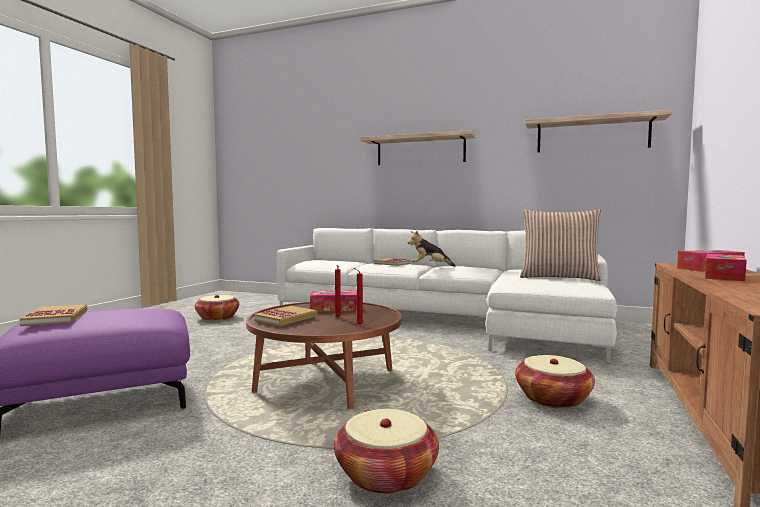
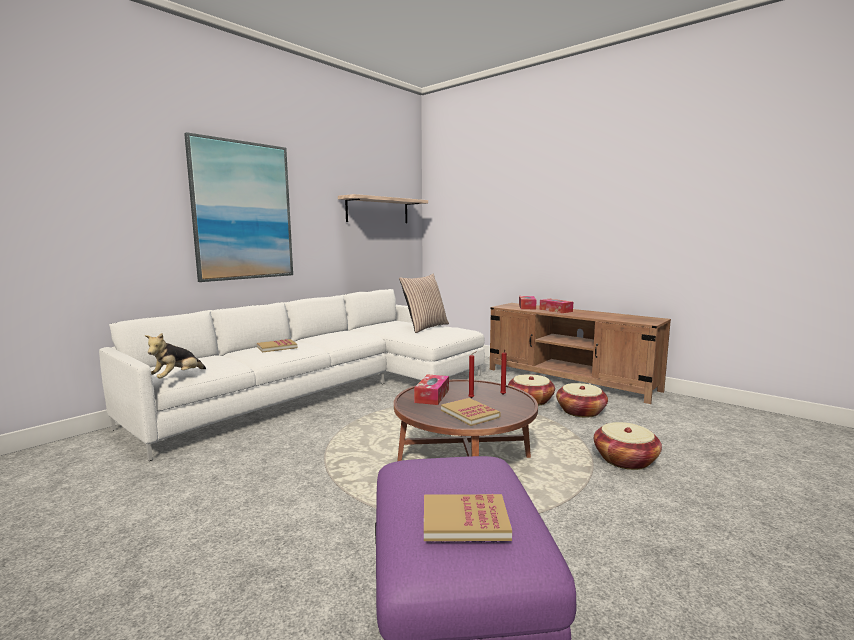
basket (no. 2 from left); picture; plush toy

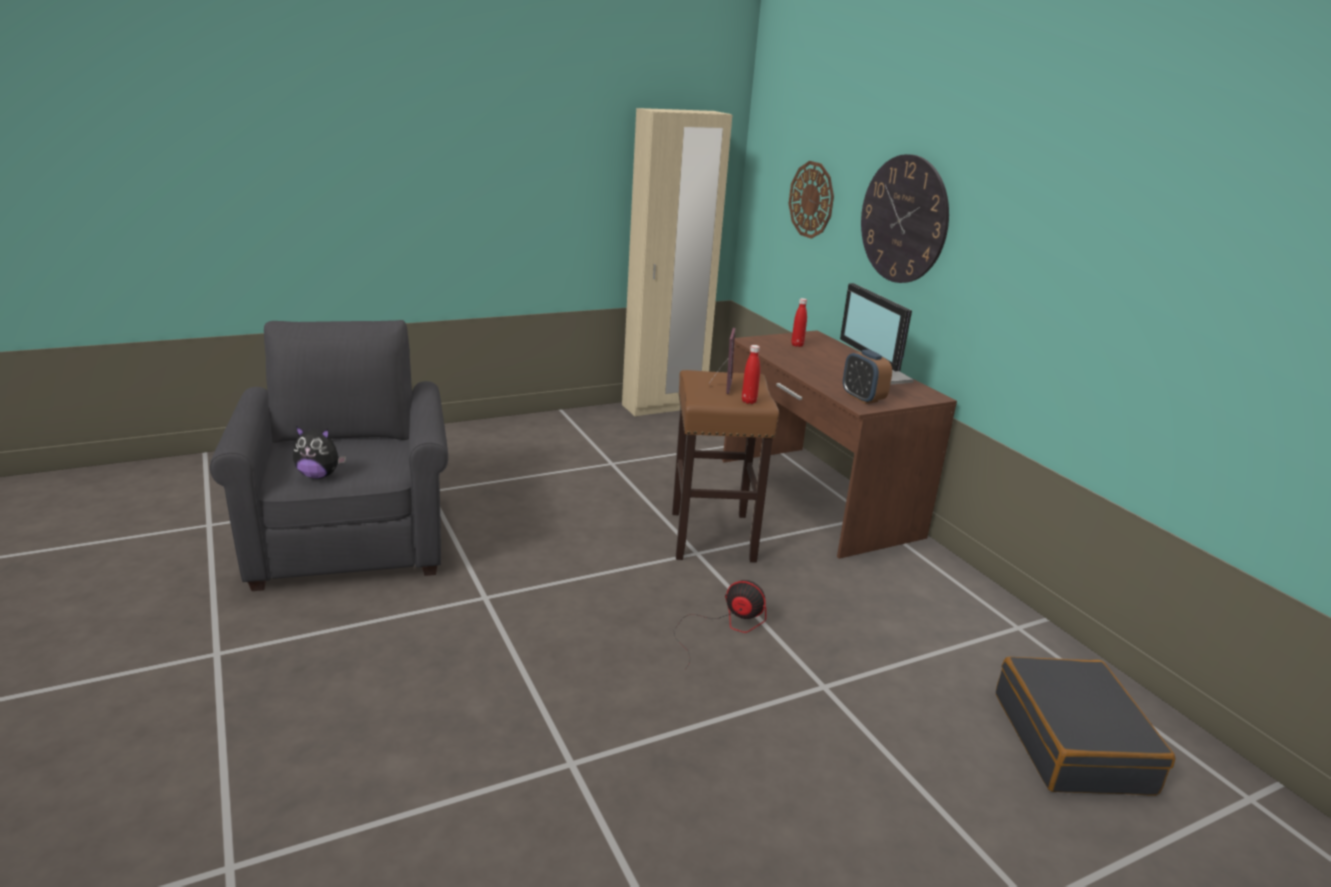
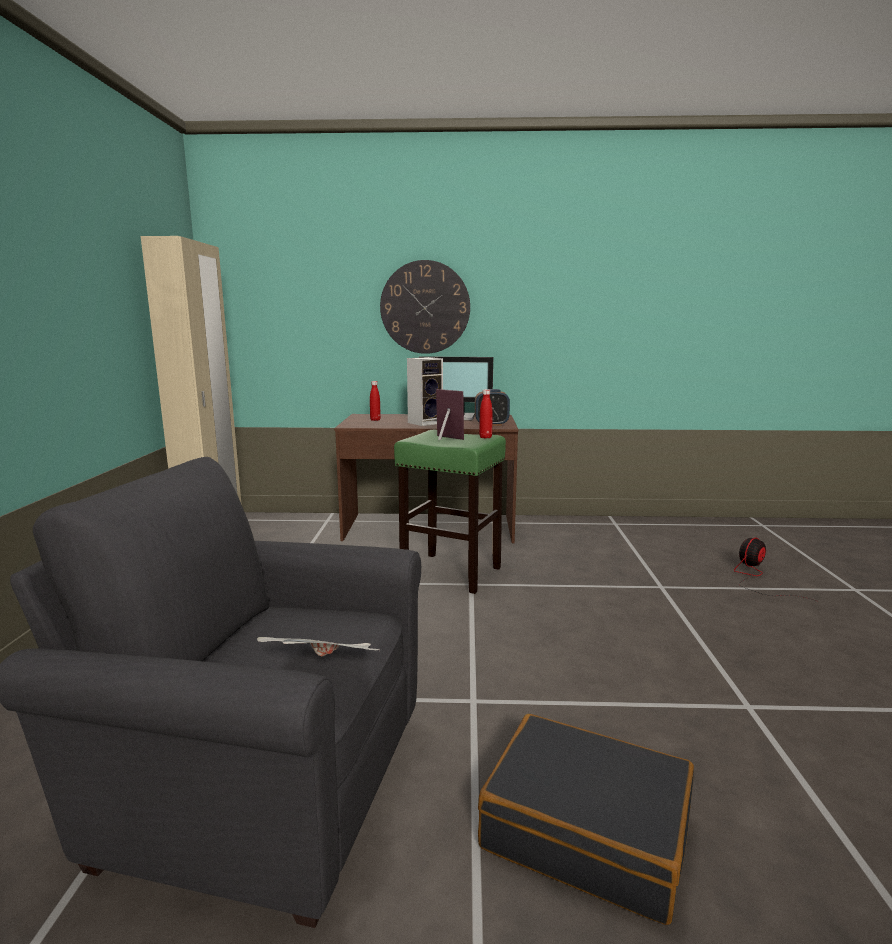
newspaper; green stool; fan; wall clock (no. 1 from left in the first image); black suitcase; speaker

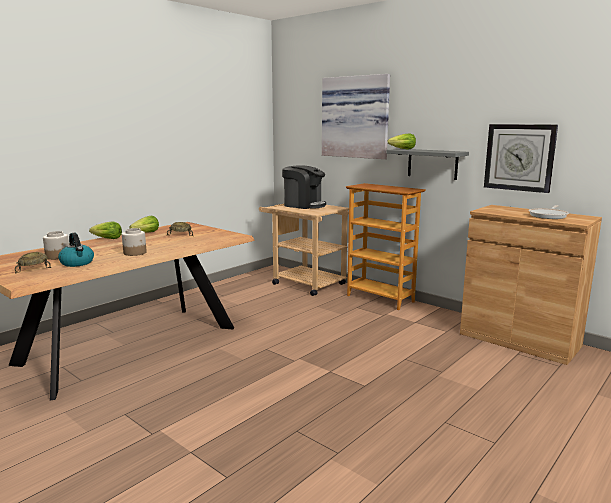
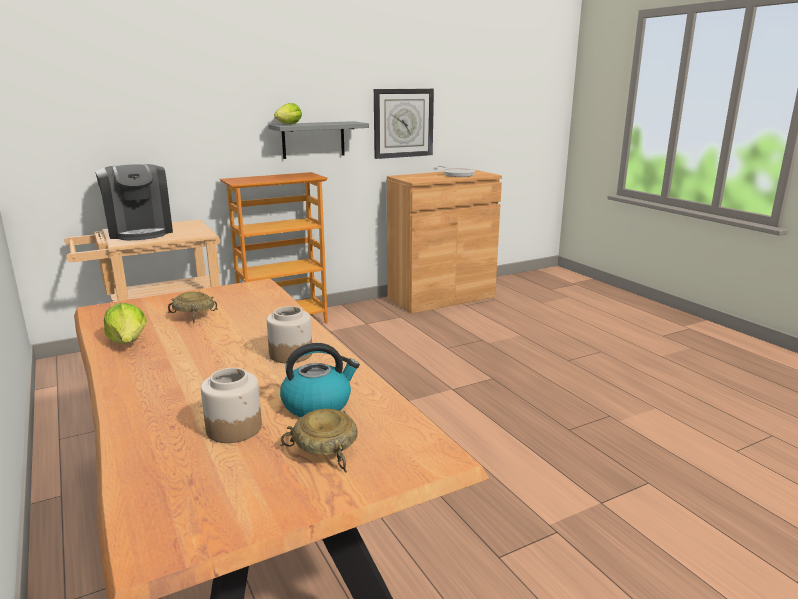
lettuce (no. 1 from left in the first image); coffee machine; picture

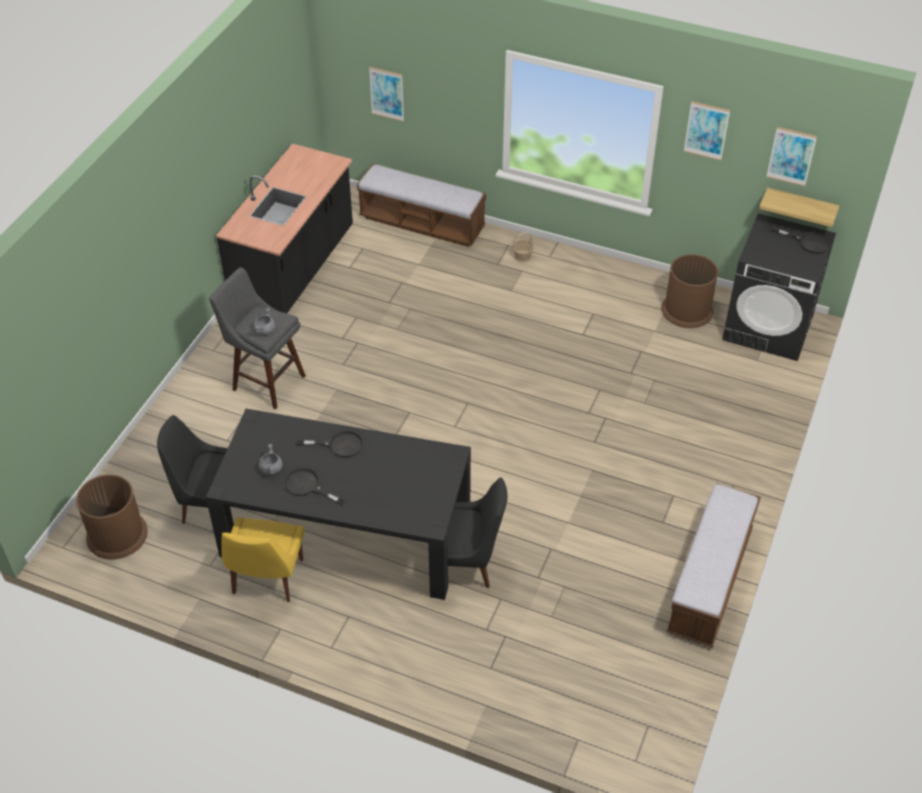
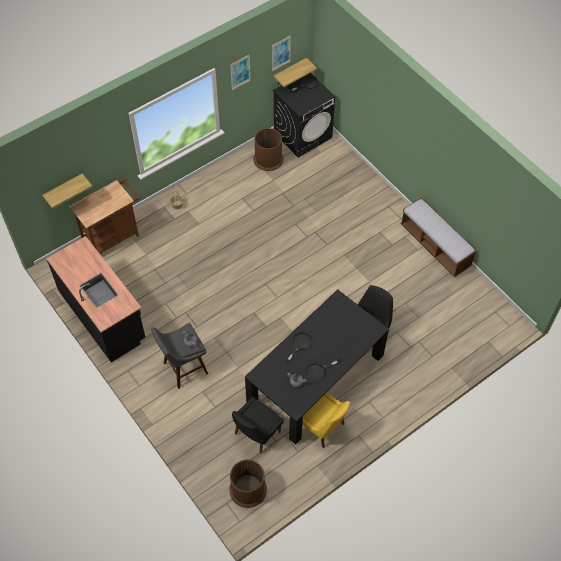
brown cart; shelf (no. 1 from left)

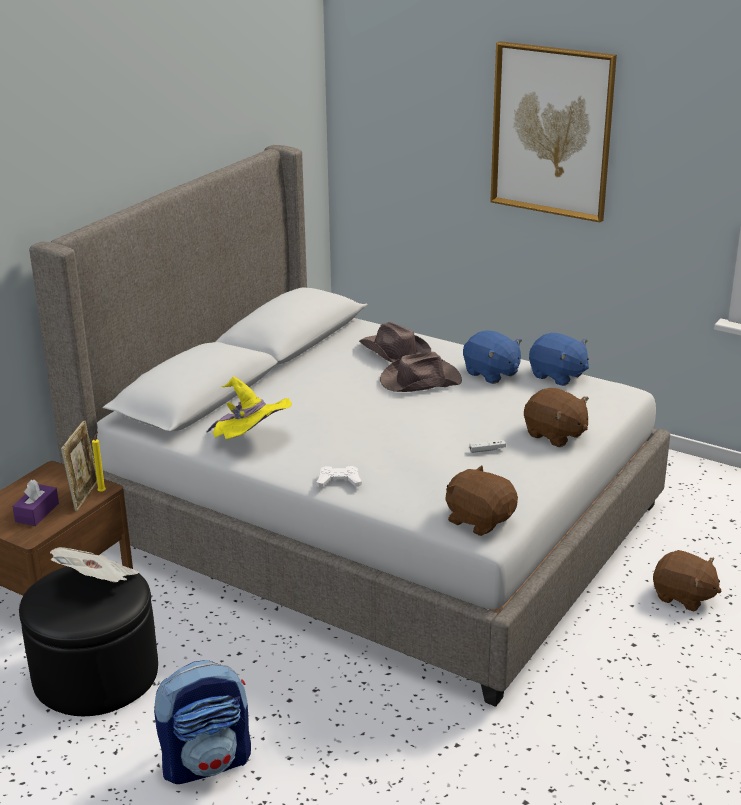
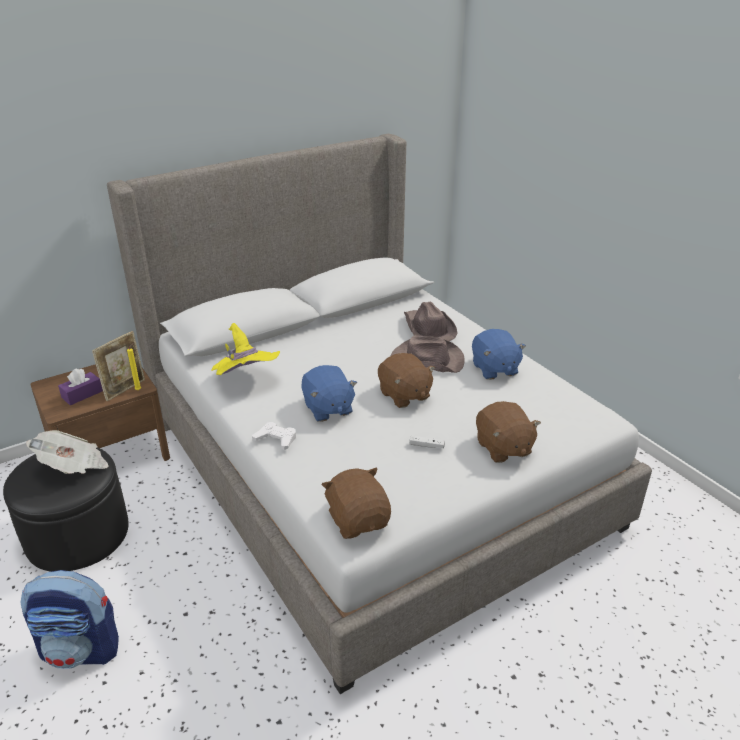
picture; blue plush toy (no. 1 from left); brown plush toy (no. 2 from left)

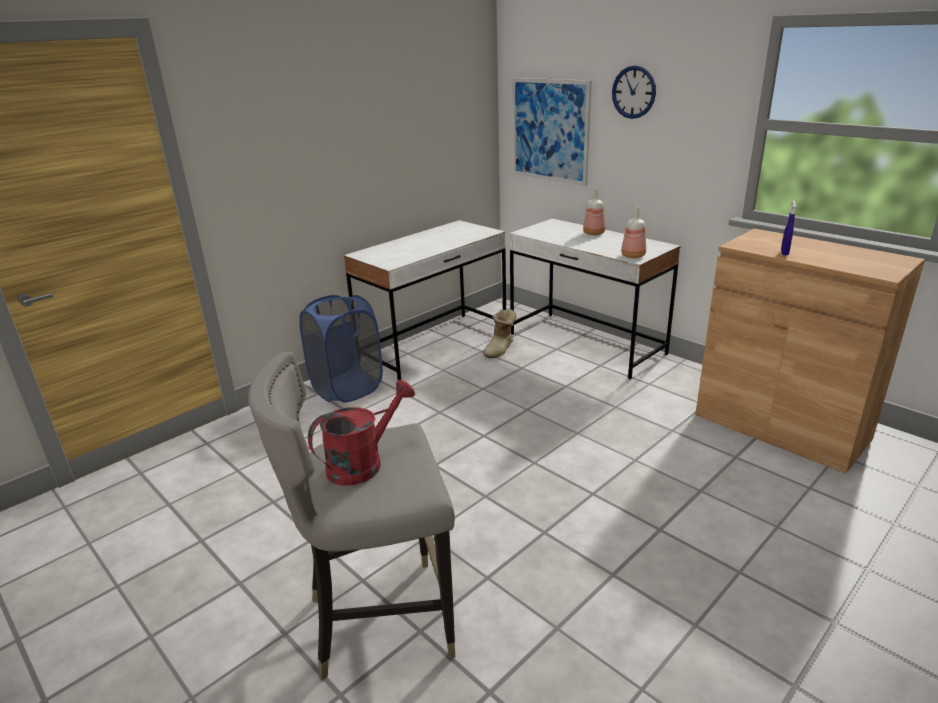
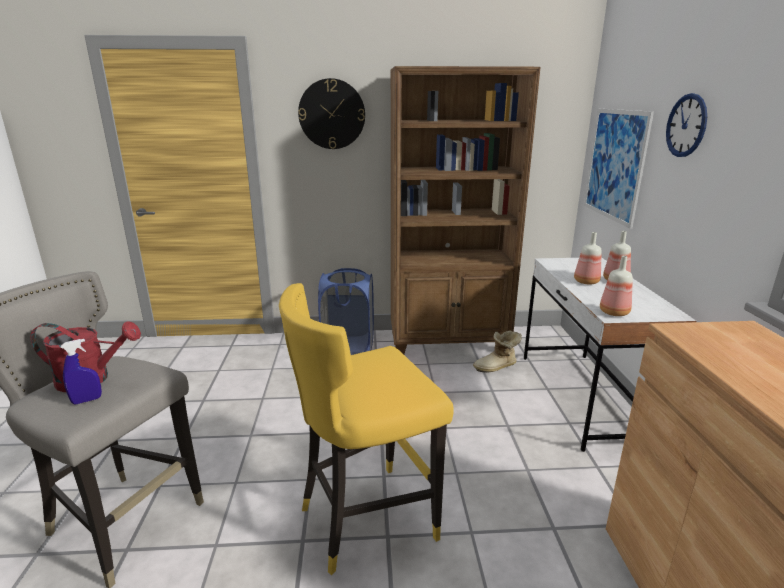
brown bookcase; blue spray bottle; yellow stool; wall clock (no. 1 from left); bottle (no. 1 from left)

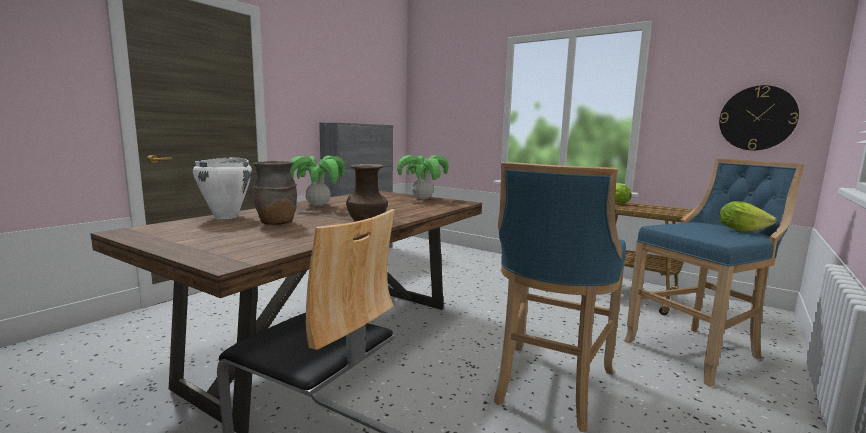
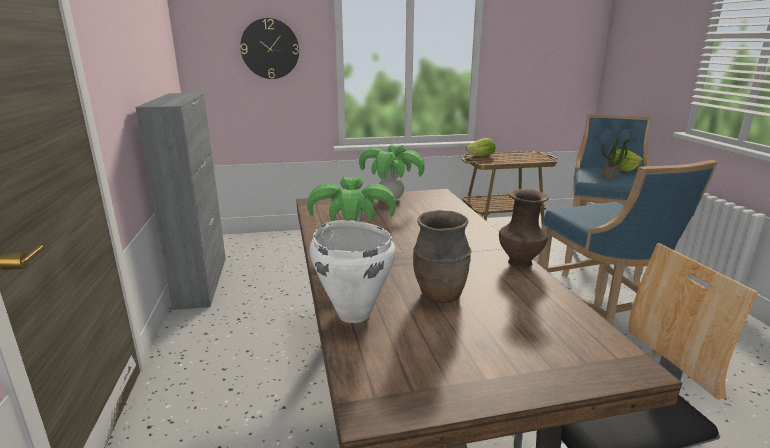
wall clock; potted plant (no. 3 from left)

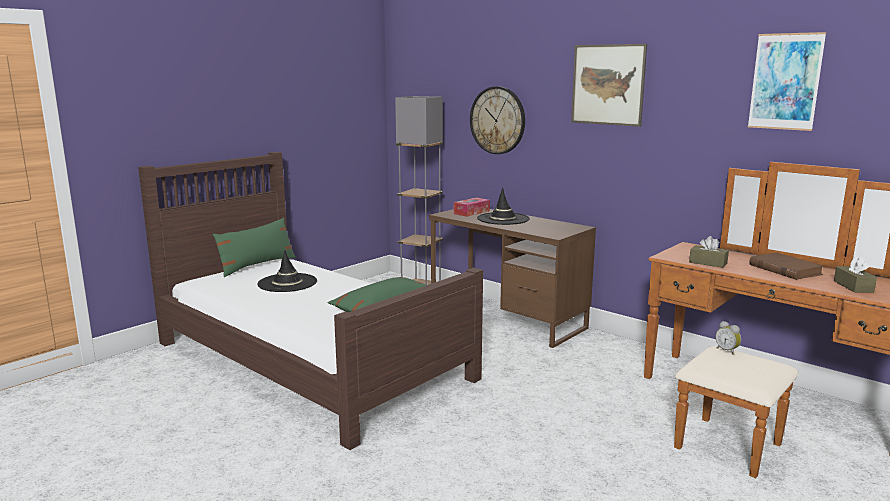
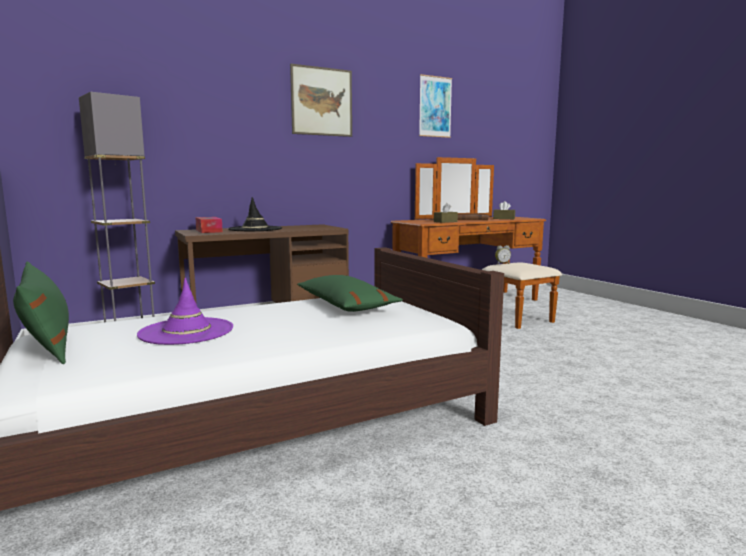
purple hat; wall clock

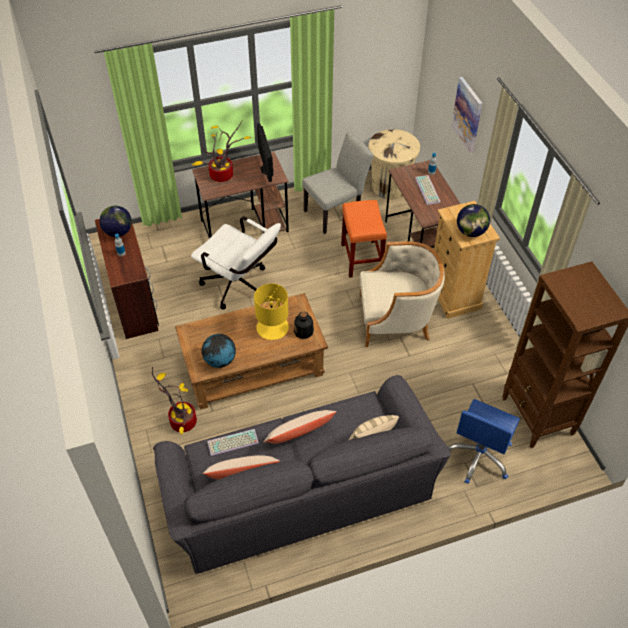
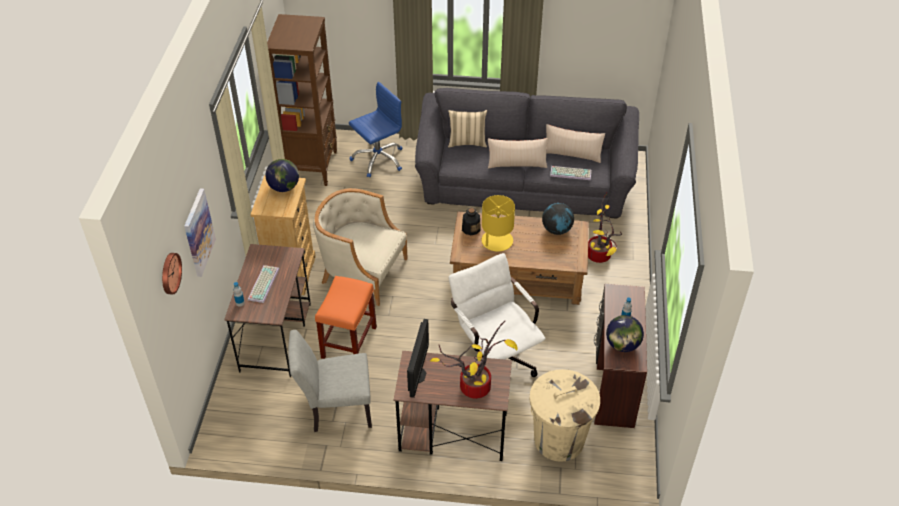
beige trash can; wall clock

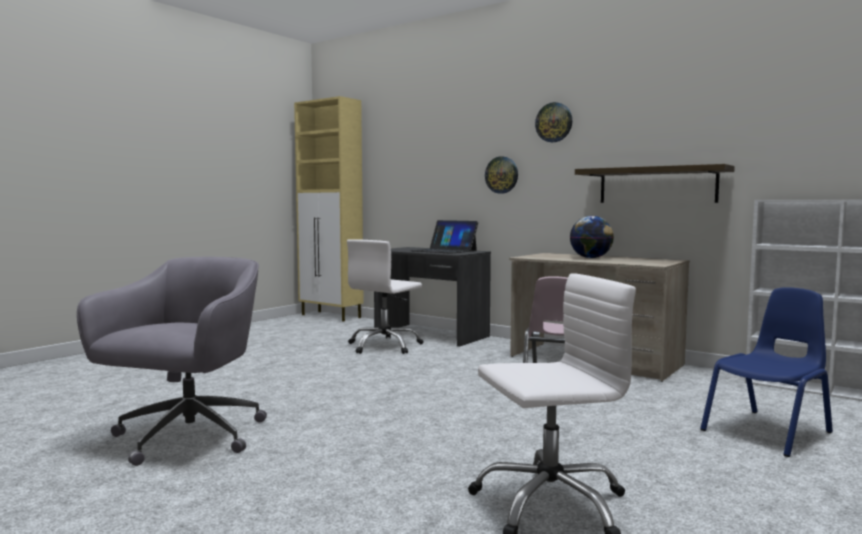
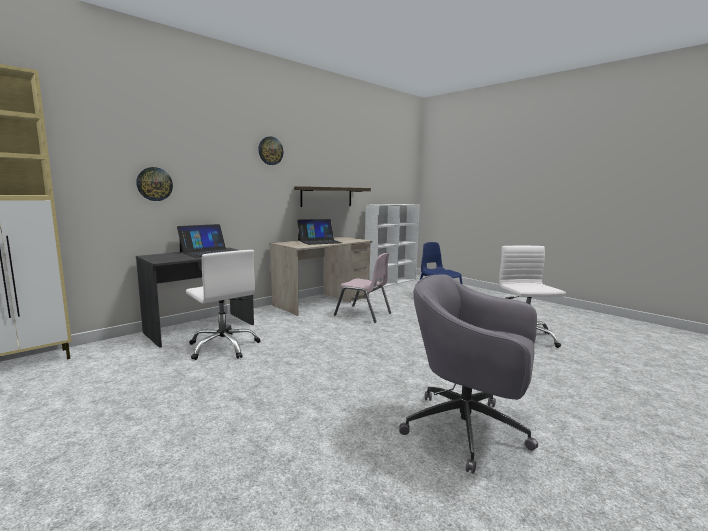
wall clock (no. 1 from left); laptop (no. 2 from left)

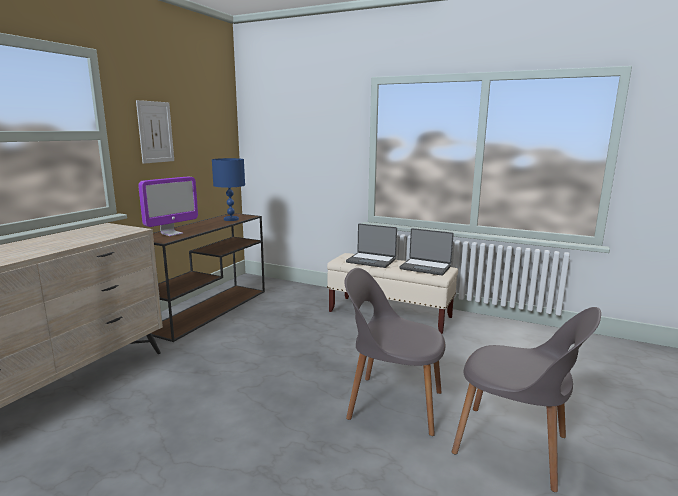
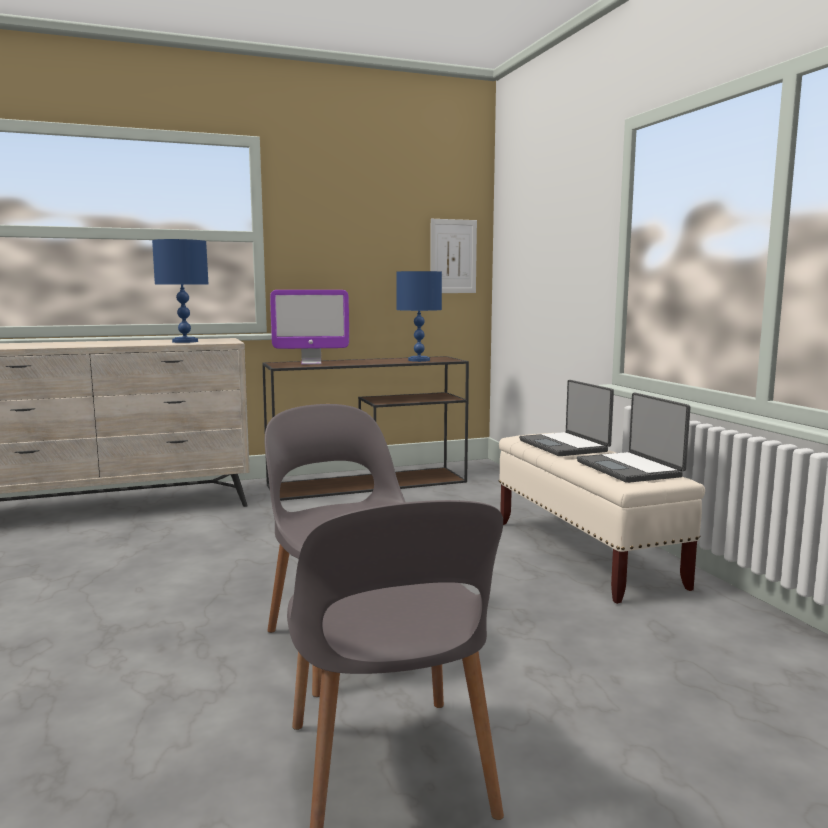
picture; blue table lamp (no. 1 from left)

